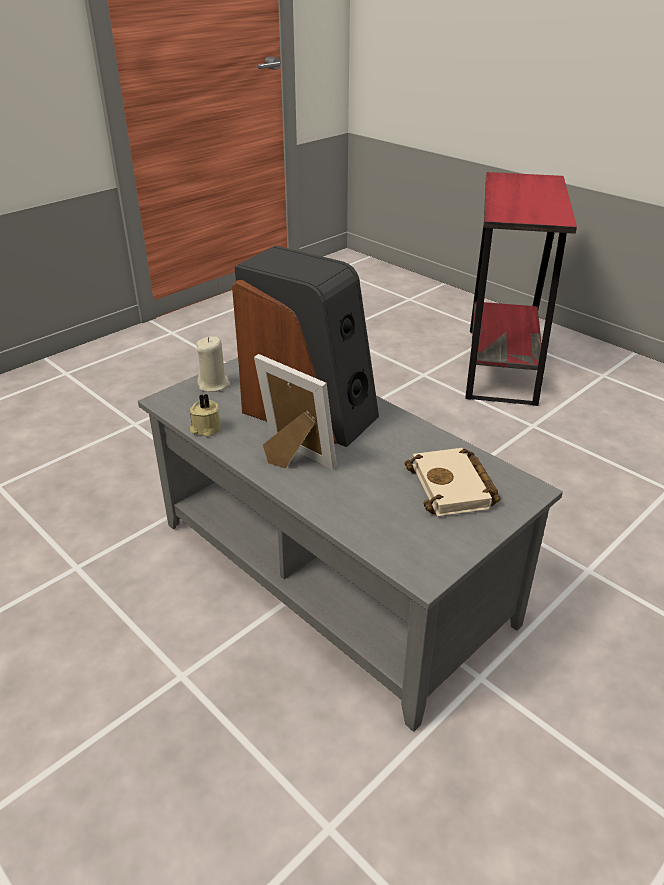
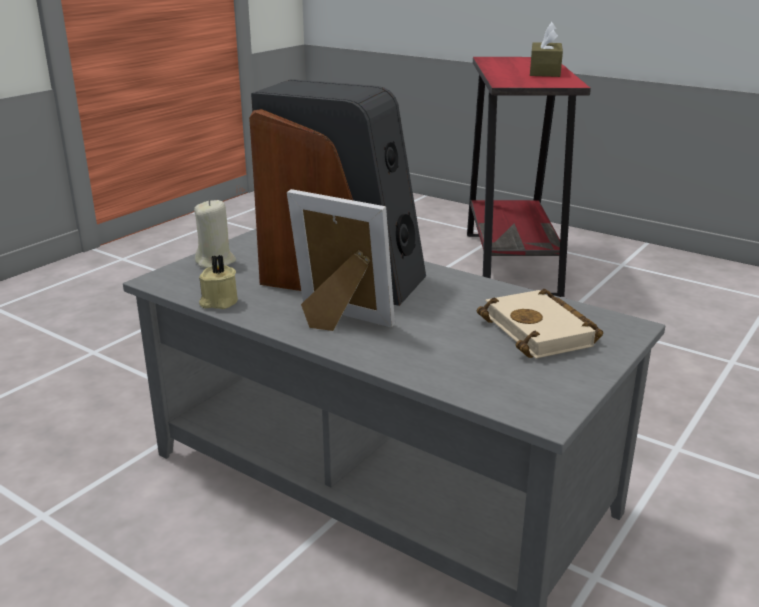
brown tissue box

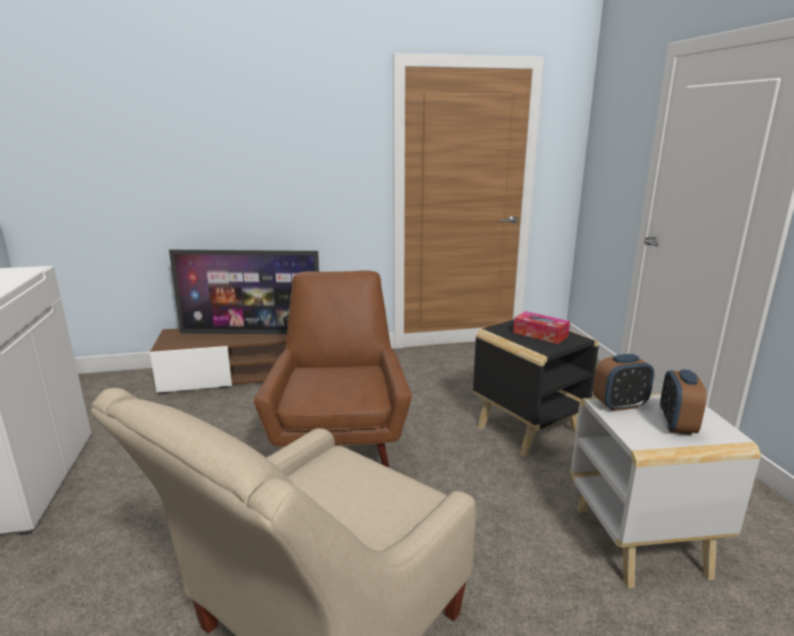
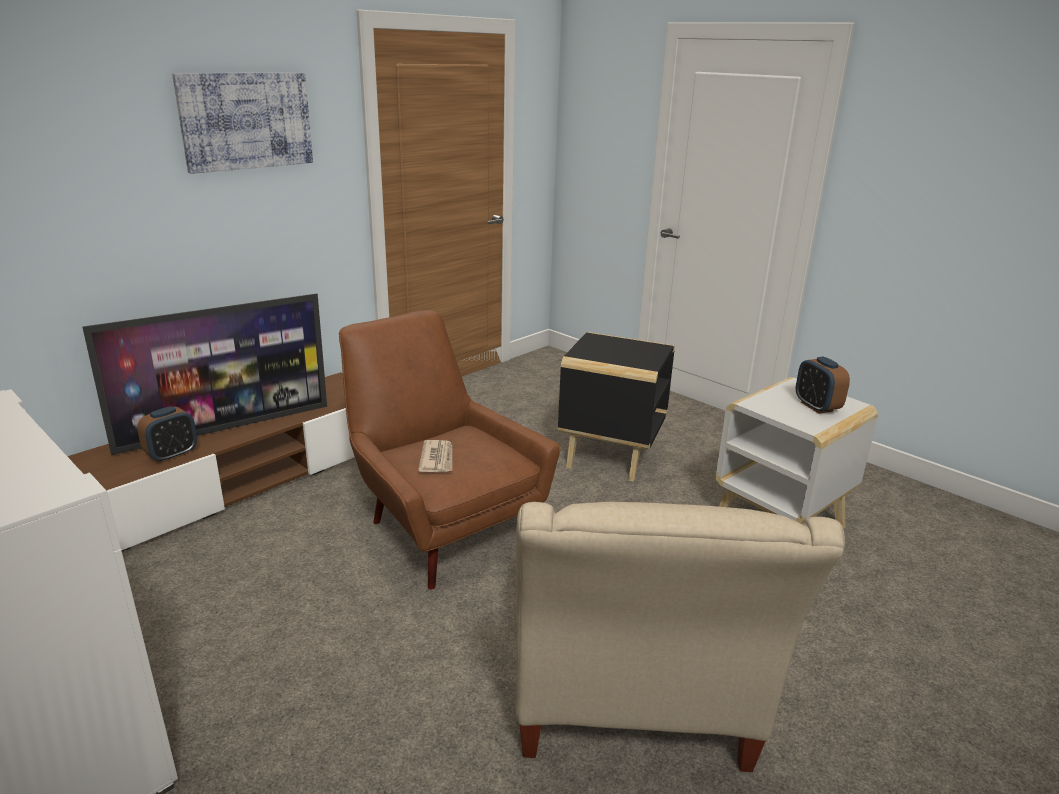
tissue box; alarm clock (no. 1 from left); picture; newspaper

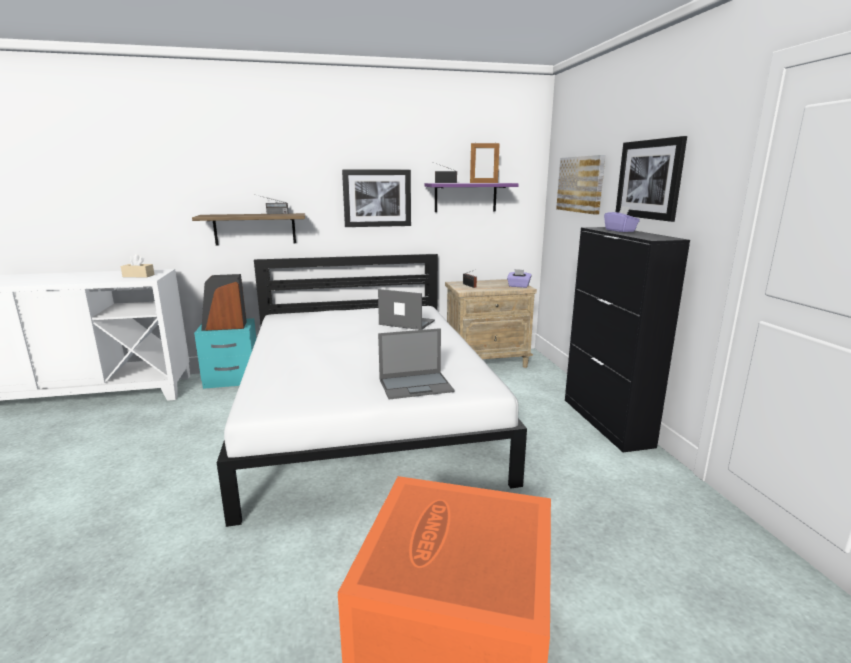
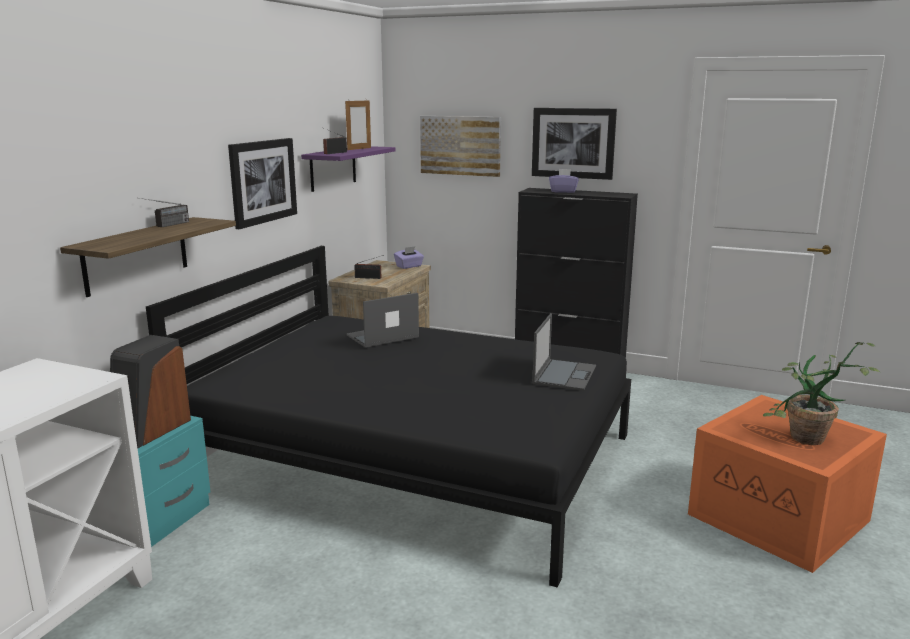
beige tissue box; black bed; potted plant

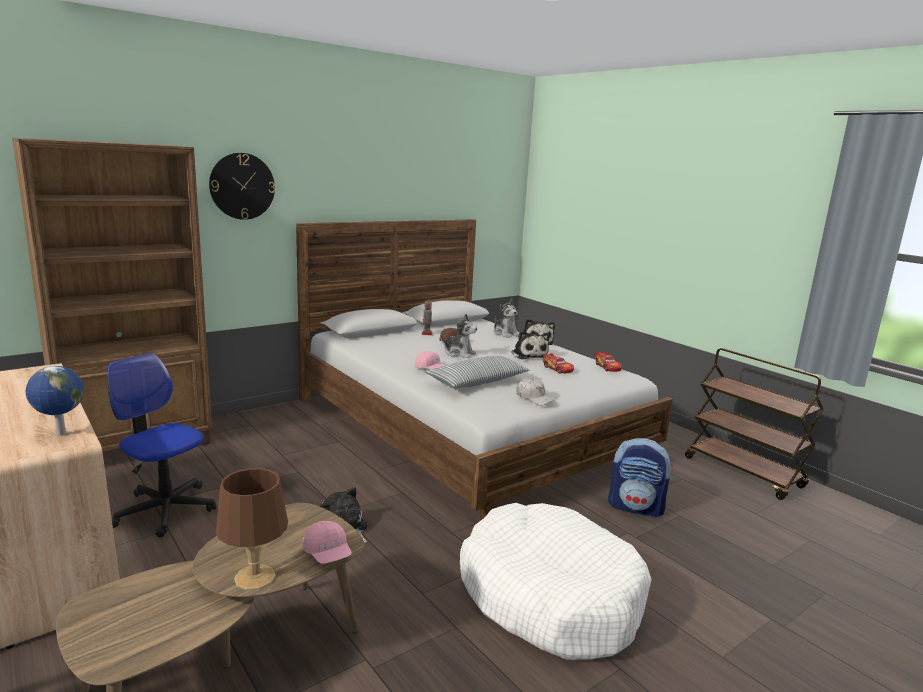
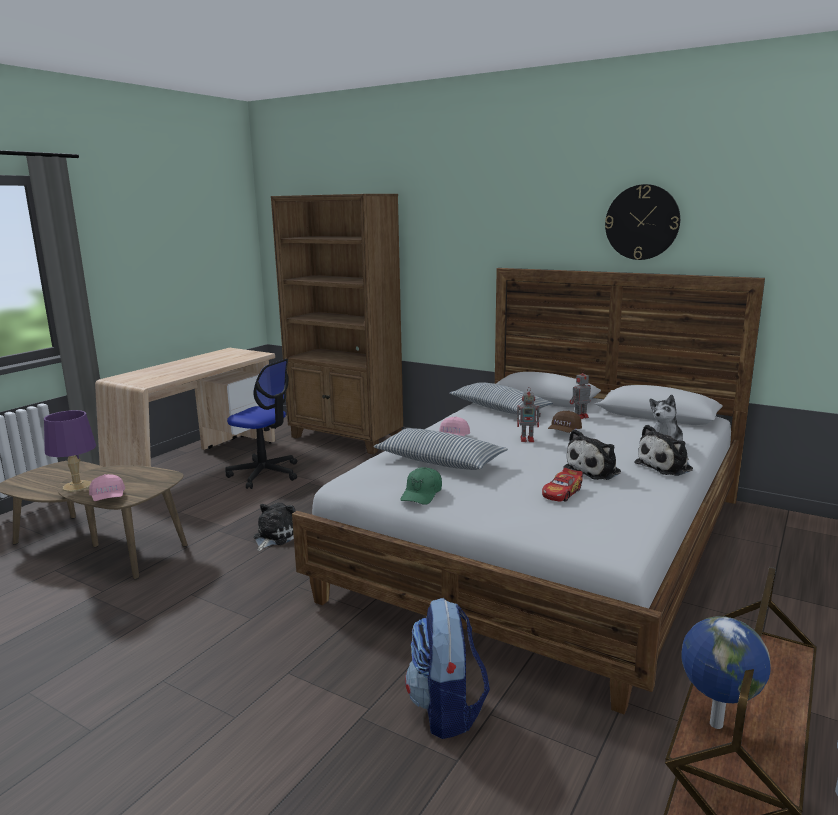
globe; office chair; wall clock; purple table lamp; pink cap (no. 1 from left); toy robot (no. 1 from left); white dog bed; green cap; toy car (no. 2 from left in the first image); pillow (no. 2 from left)

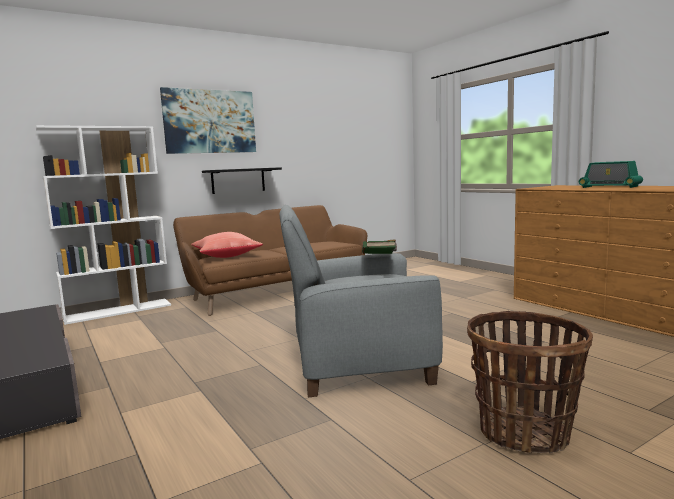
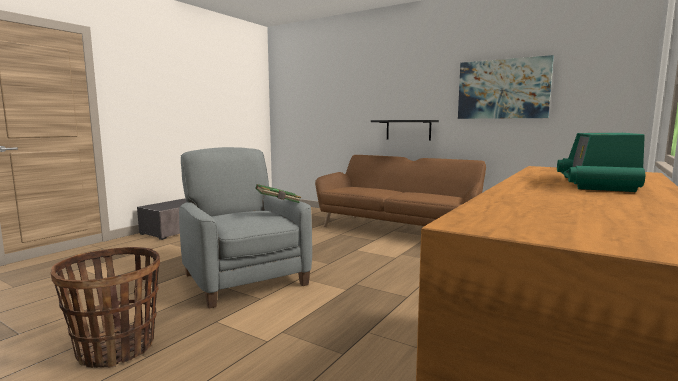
white bookcase; picture; red pillow

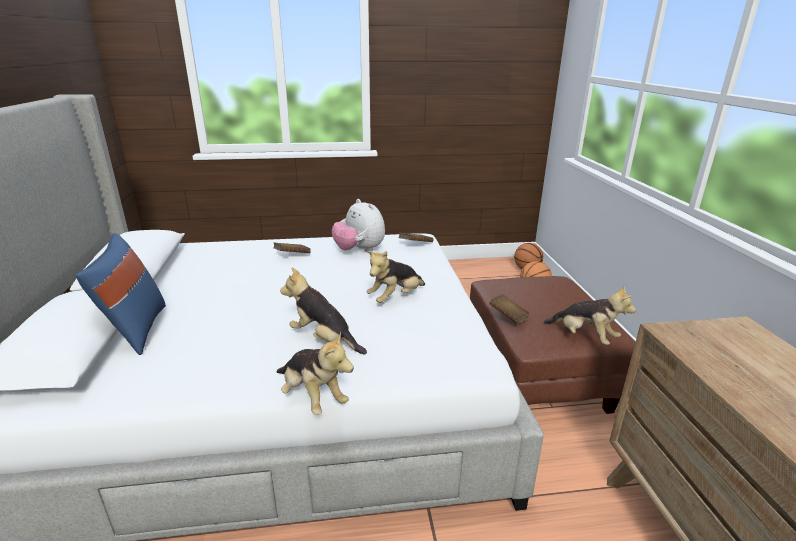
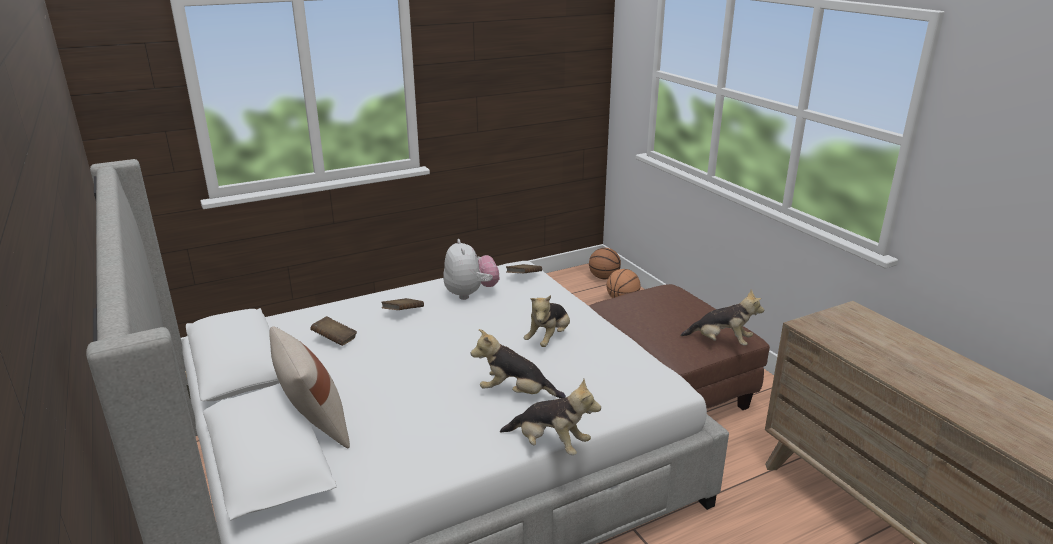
beige pillow; plush toy (no. 1 from left); brown book (no. 1 from left)

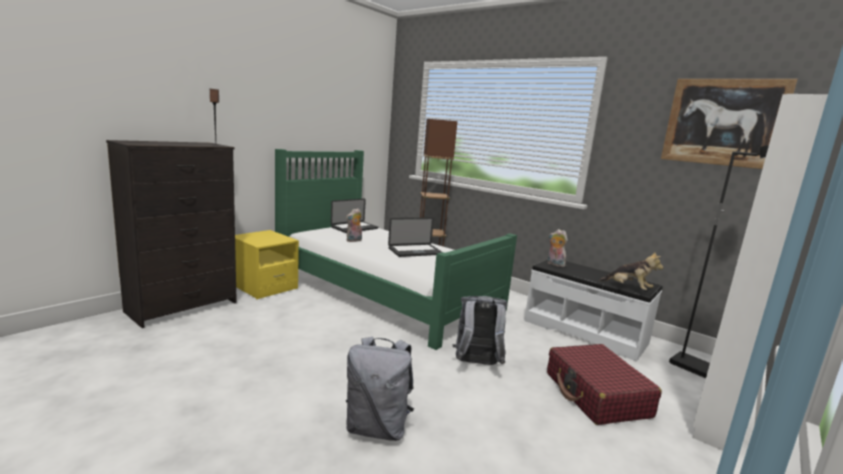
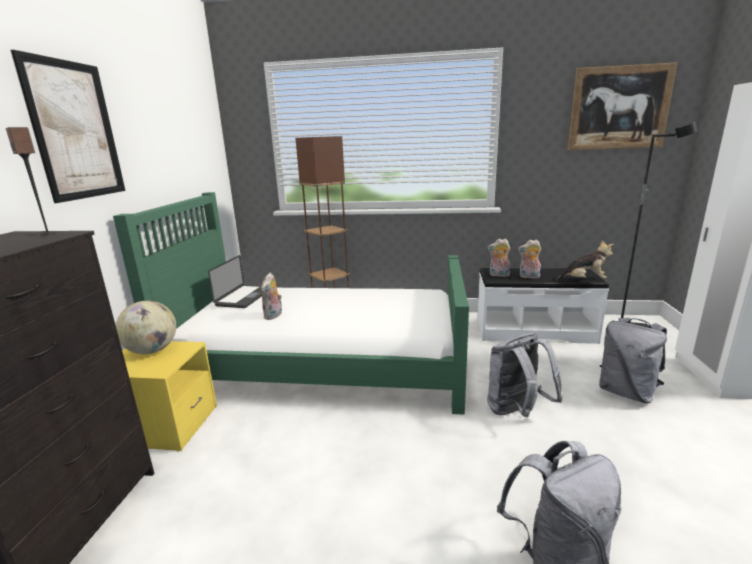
laptop (no. 2 from left in the first image); grey backpack (no. 3 from left); picture (no. 1 from left); globe; plush toy (no. 3 from left)

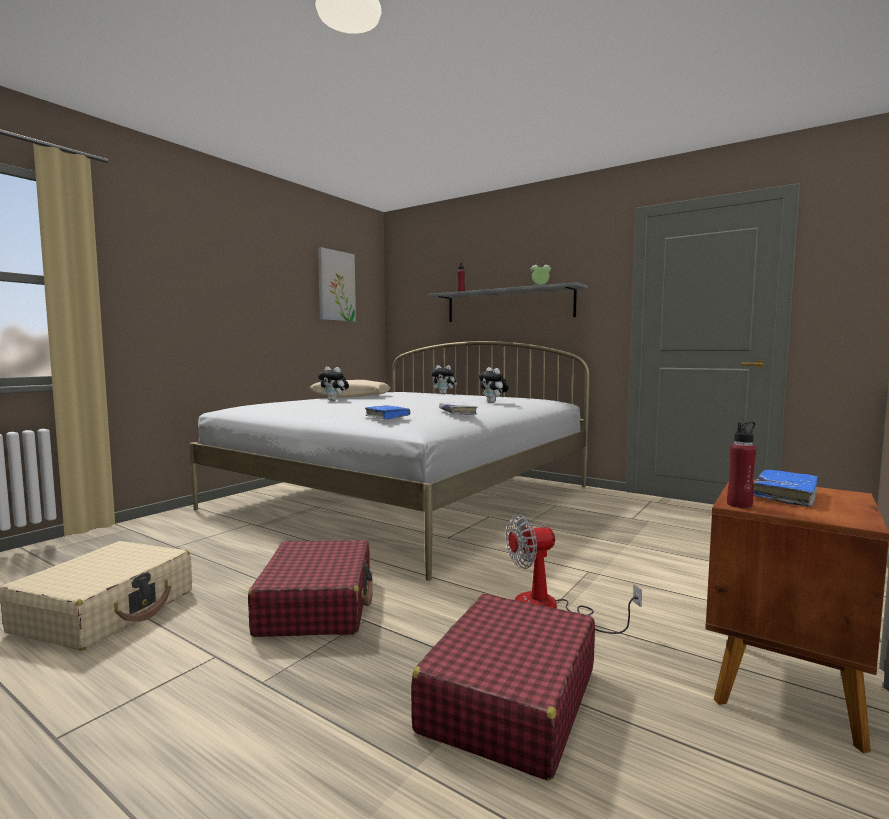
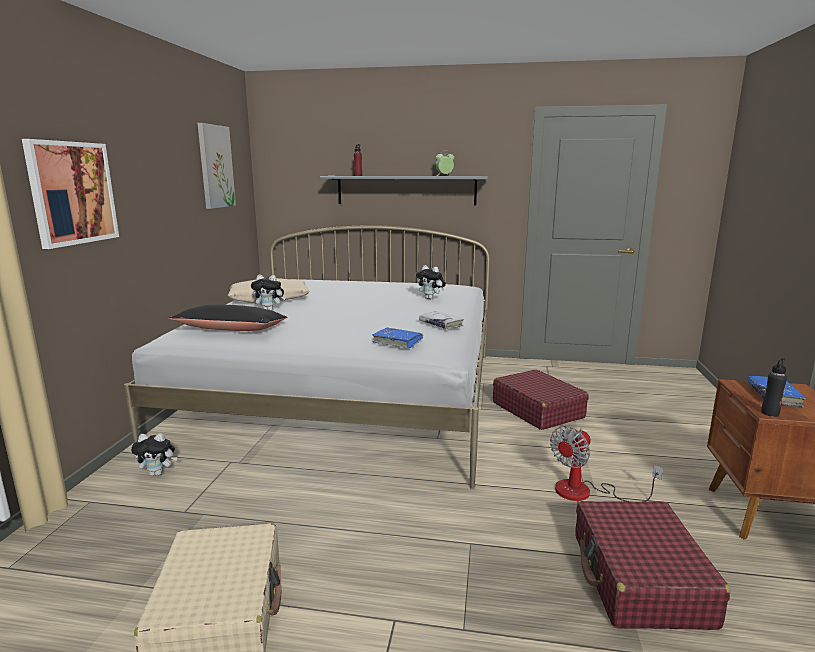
red suitcase (no. 1 from left); plush toy (no. 1 from left); black bottle; picture (no. 1 from left); black pillow

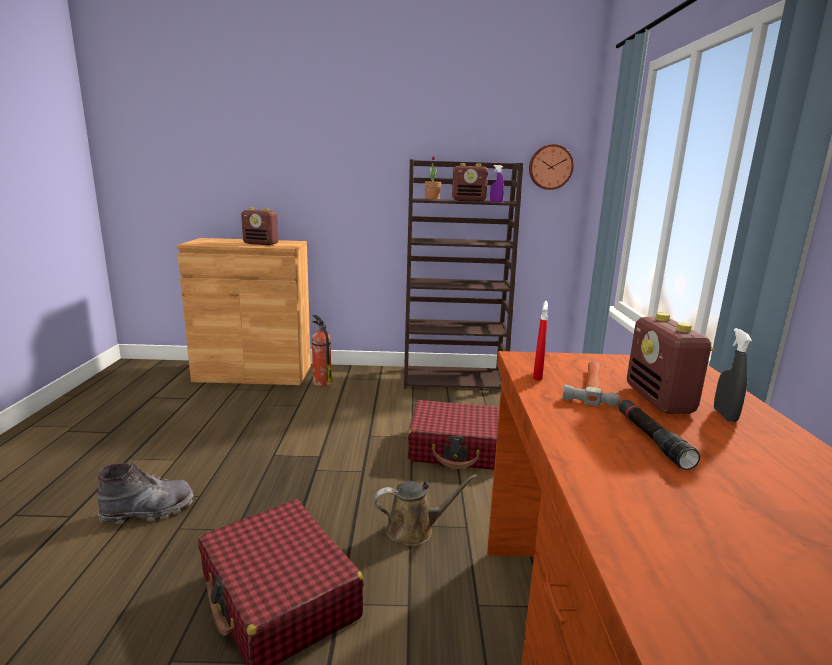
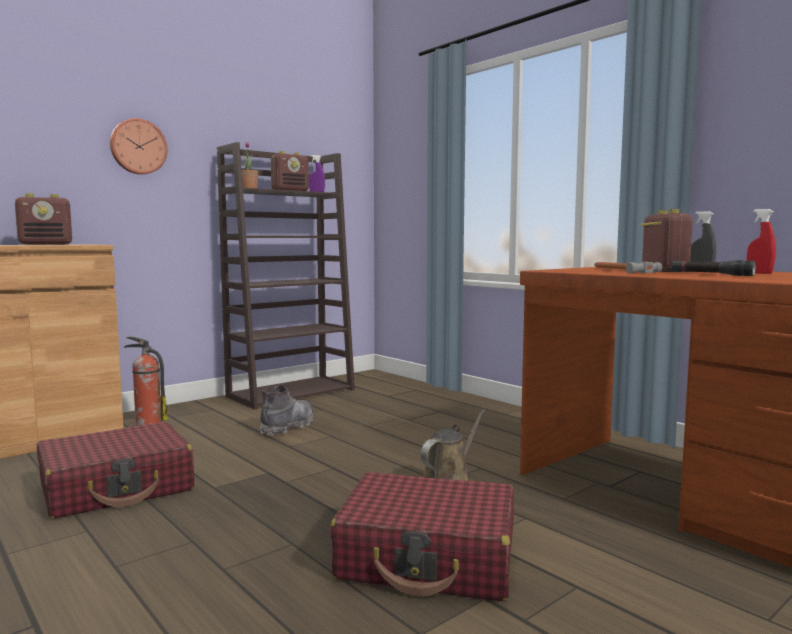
grey boot; red suitcase (no. 1 from left); wall clock; red spray bottle; radio (no. 3 from left)

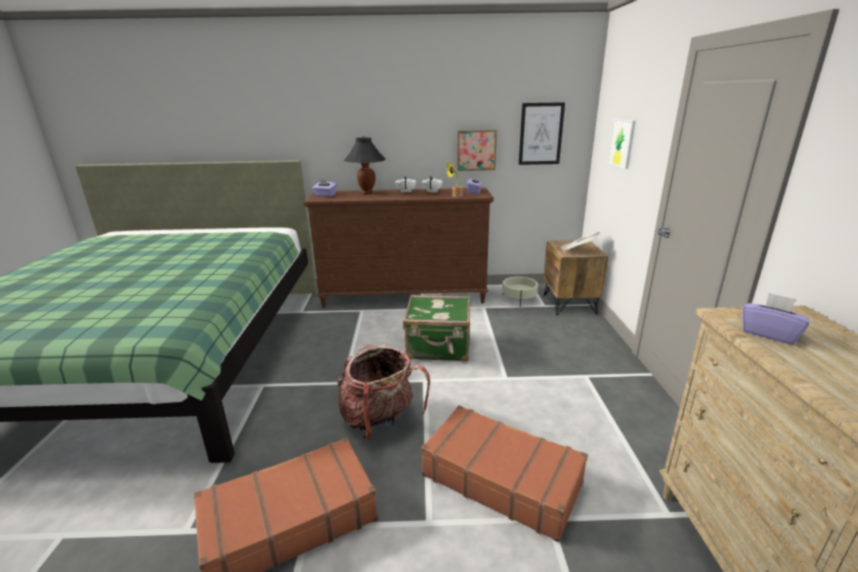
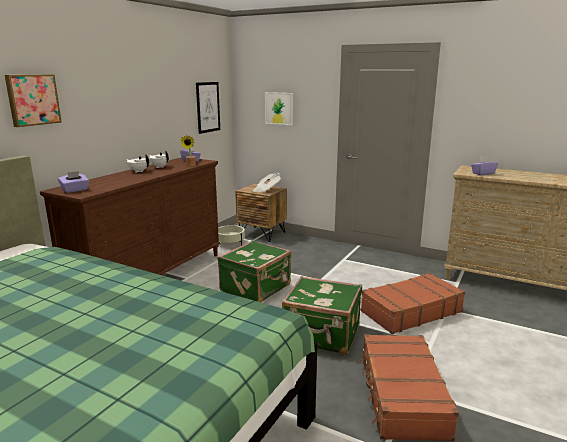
green suitcase (no. 2 from left); black table lamp; picture (no. 1 from left)

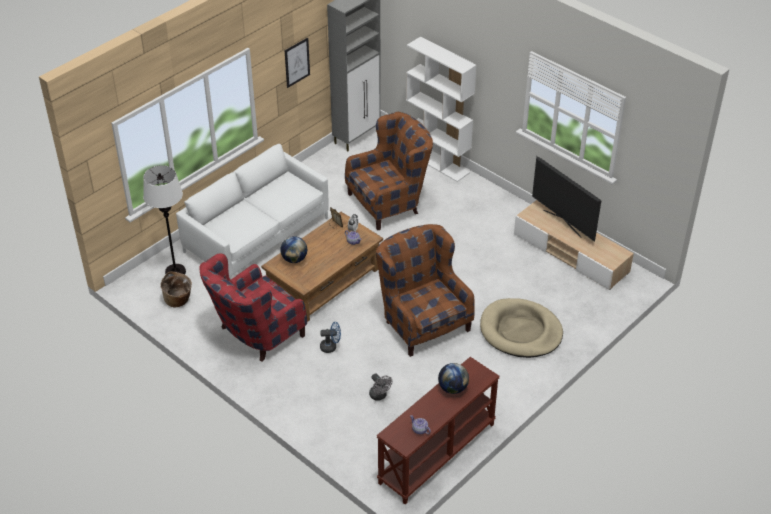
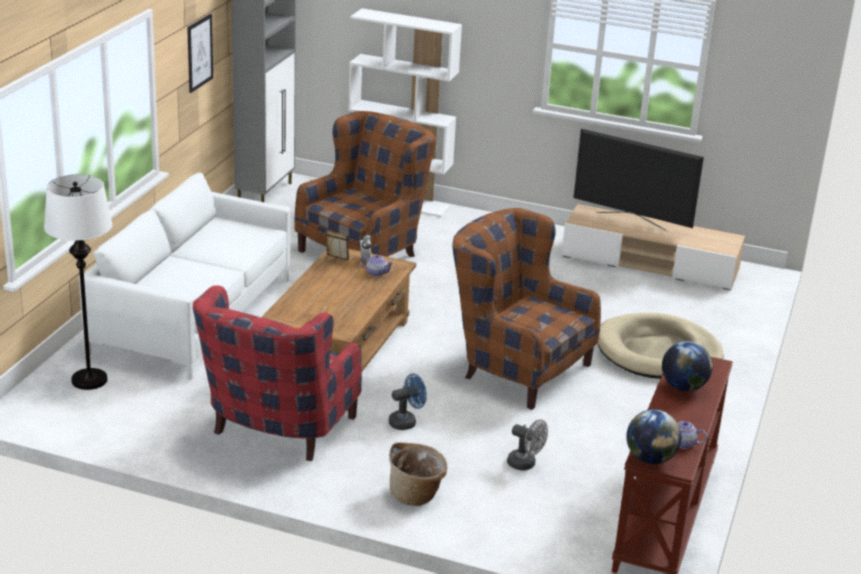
basket; globe (no. 1 from left)

